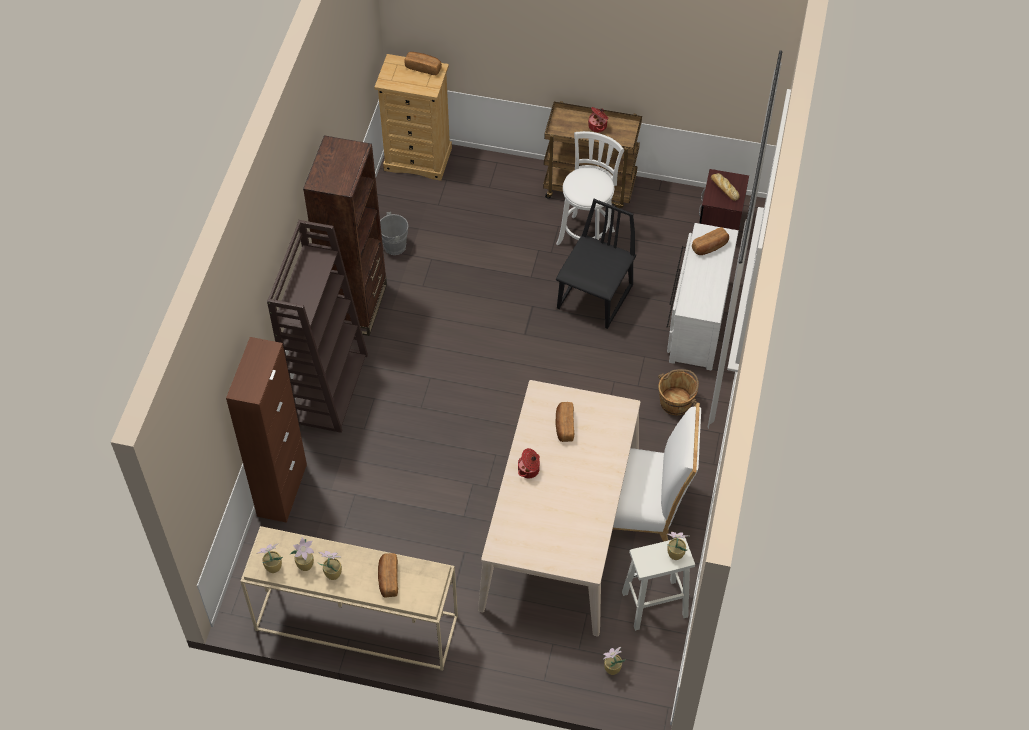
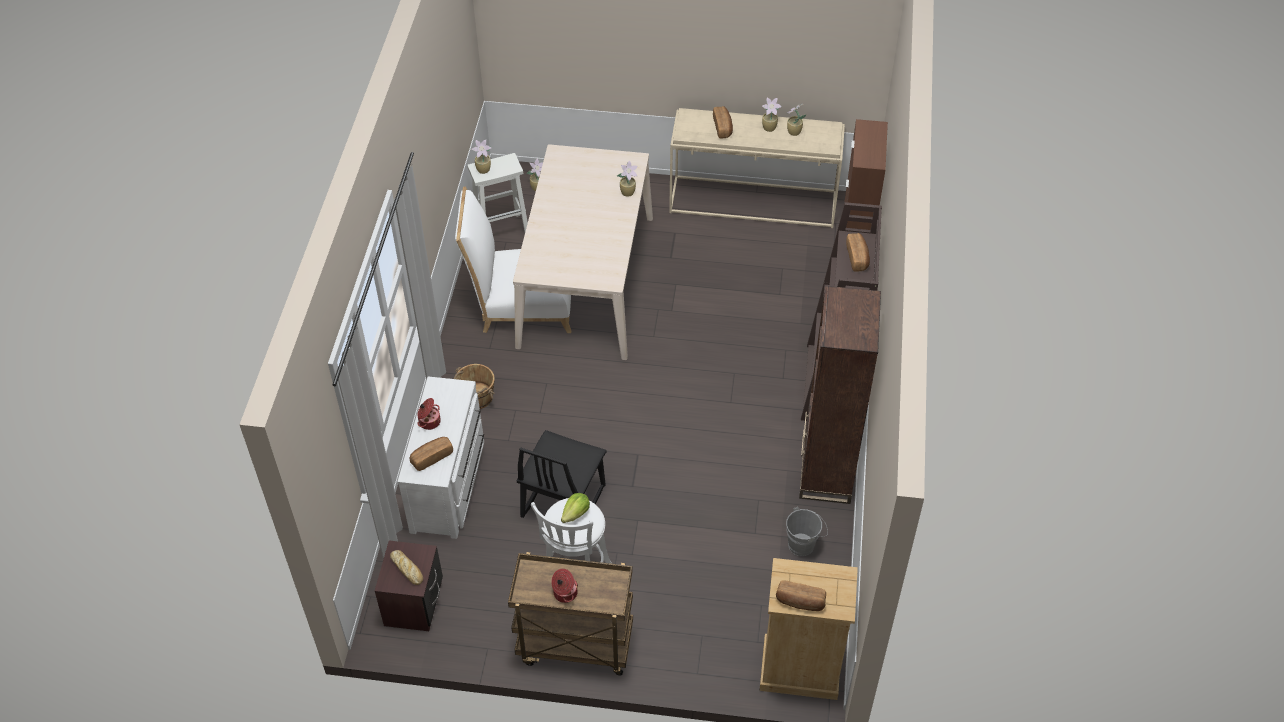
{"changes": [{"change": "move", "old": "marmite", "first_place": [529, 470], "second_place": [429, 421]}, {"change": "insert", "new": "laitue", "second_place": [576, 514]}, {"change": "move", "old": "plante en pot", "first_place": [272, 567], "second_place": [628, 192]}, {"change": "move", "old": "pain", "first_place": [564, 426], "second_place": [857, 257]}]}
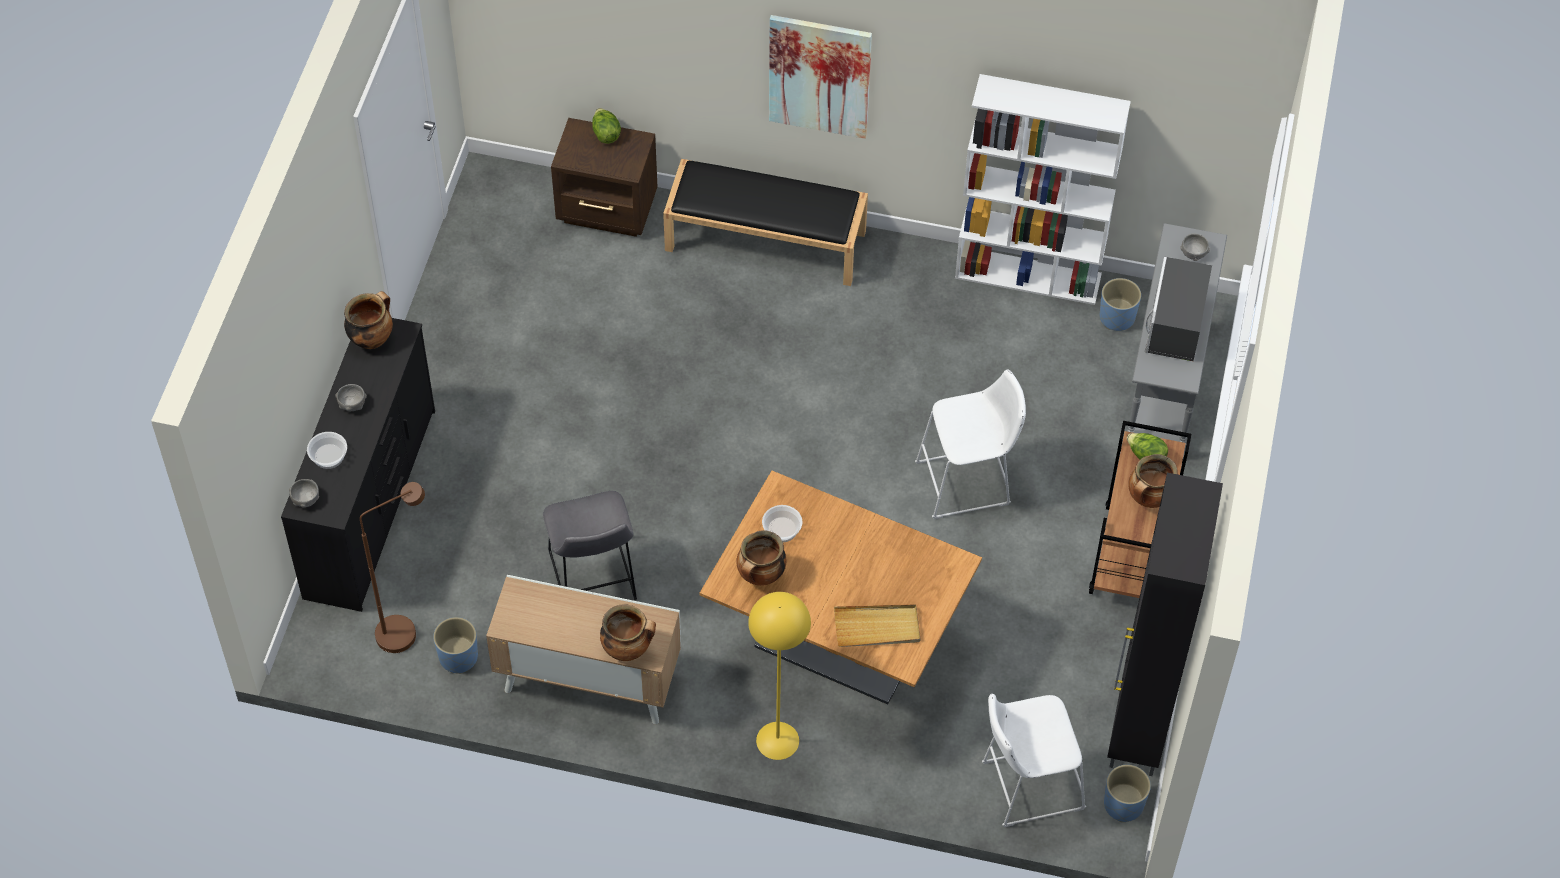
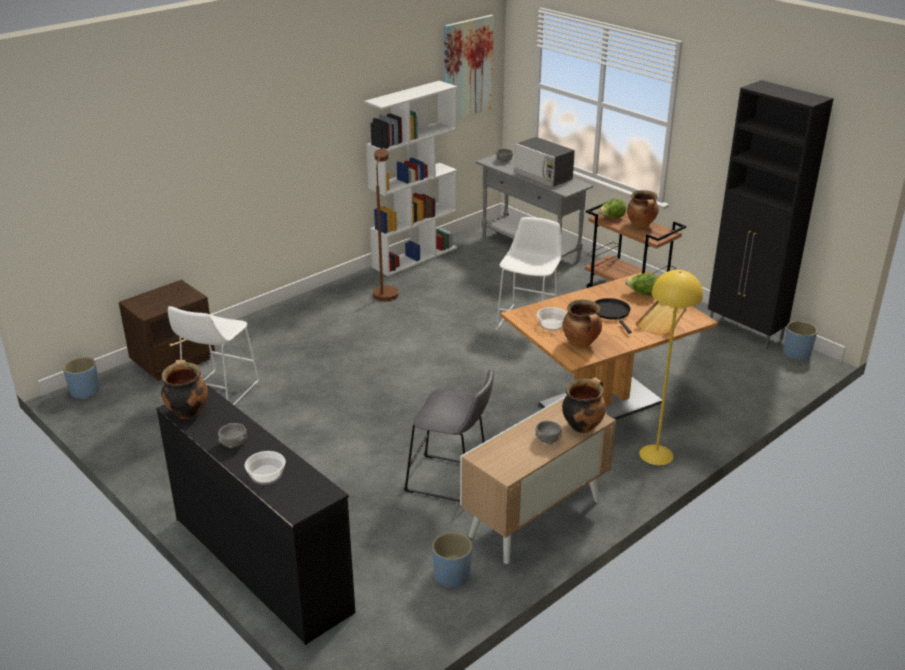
{"changes": [{"change": "move", "old": "cache-pot [bleu]", "first_place": [1117, 317], "second_place": [85, 391]}, {"change": "move", "old": "tabouret [blanc]", "first_place": [1027, 786], "second_place": [218, 393]}, {"change": "move", "old": "lampadaire [marron]", "first_place": [405, 629], "second_place": [385, 291]}, {"change": "move", "old": "tableau", "first_place": [819, 75], "second_place": [467, 68]}, {"change": "move", "old": "bol [gris]", "first_place": [305, 499], "second_place": [547, 440]}, {"change": "insert", "new": "poêle [noir]", "second_place": [612, 313]}, {"change": "move", "old": "laitue", "first_place": [606, 134], "second_place": [642, 293]}, {"change": "delete", "old": "banc [noir]", "first_place": [767, 240]}]}
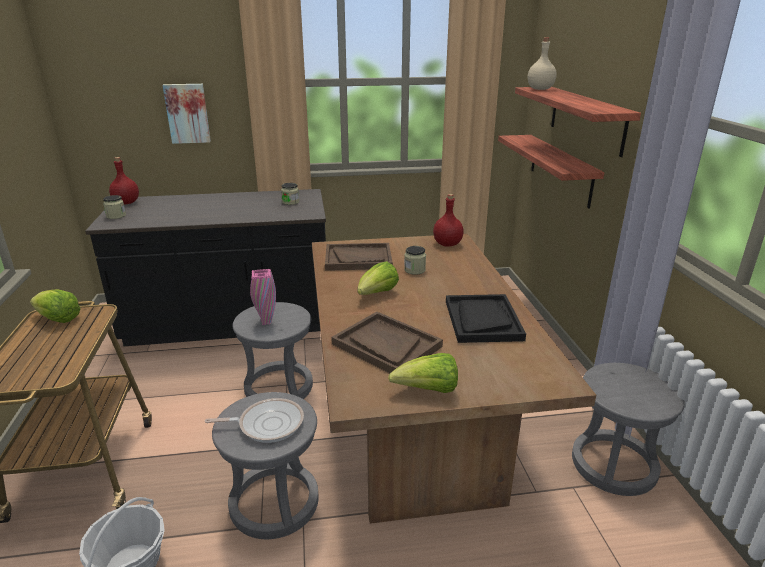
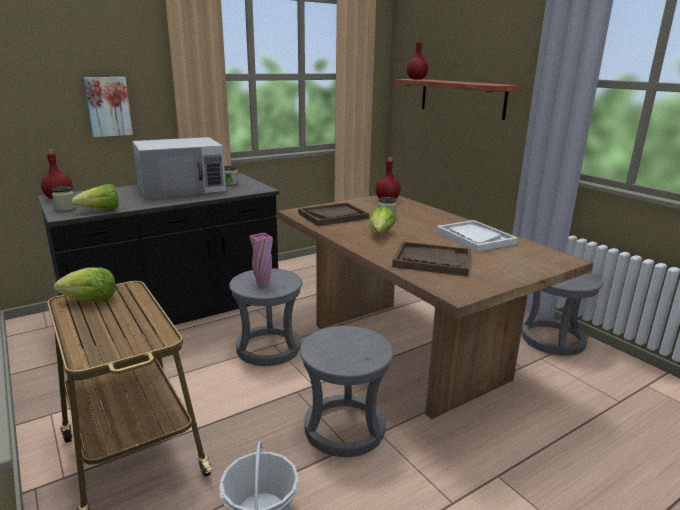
{"changes": [{"change": "move", "old": "laitue", "first_place": [428, 390], "second_place": [101, 210]}, {"change": "insert", "new": "micro-ondes [blanc]", "second_place": [182, 188]}, {"change": "recolor", "old": "bouteille [beige]", "new": "bouteille [rouge]", "first_place": [539, 89], "second_place": [416, 79]}, {"change": "recolor", "old": "plateau [noir]", "new": "plateau [blanc]", "first_place": [482, 320], "second_place": [474, 237]}, {"change": "delete", "old": "poêle", "first_place": [267, 424]}, {"change": "delete", "old": "étagère", "first_place": [560, 169]}]}
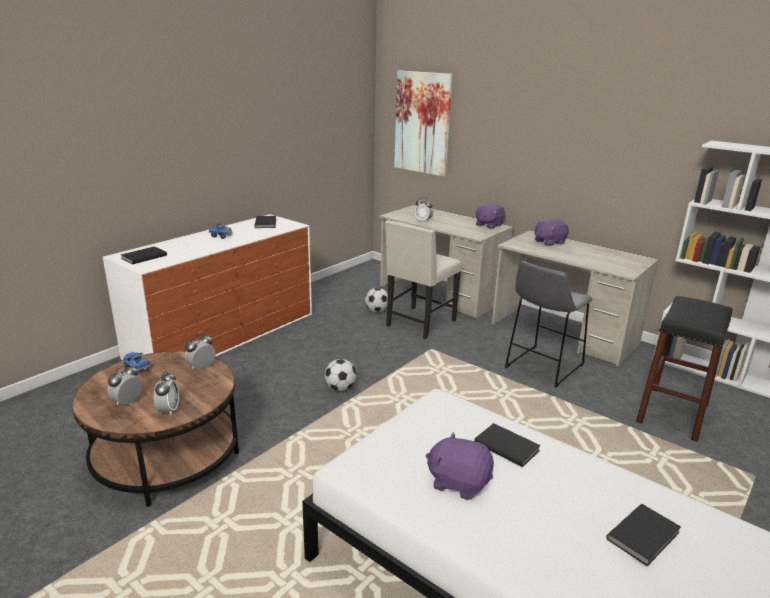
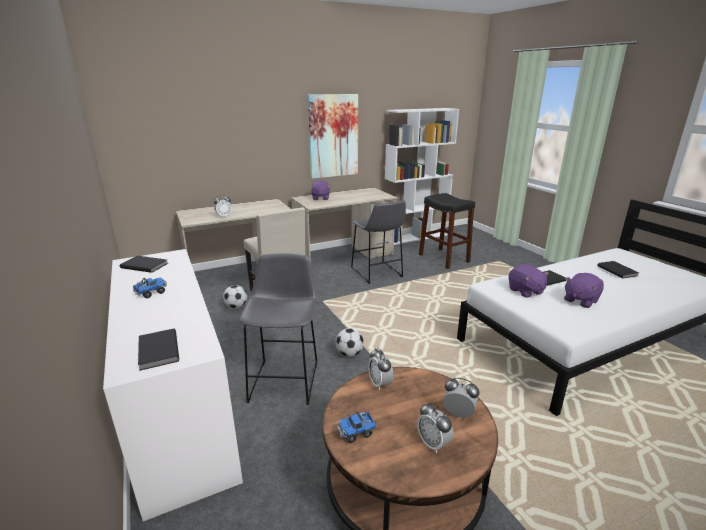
{"changes": [{"change": "insert", "new": "tabouret [gris]", "second_place": [286, 378]}, {"change": "move", "old": "tableau", "first_place": [422, 123], "second_place": [333, 136]}, {"change": "move", "old": "peluche [violet]", "first_place": [488, 225], "second_place": [525, 291]}]}
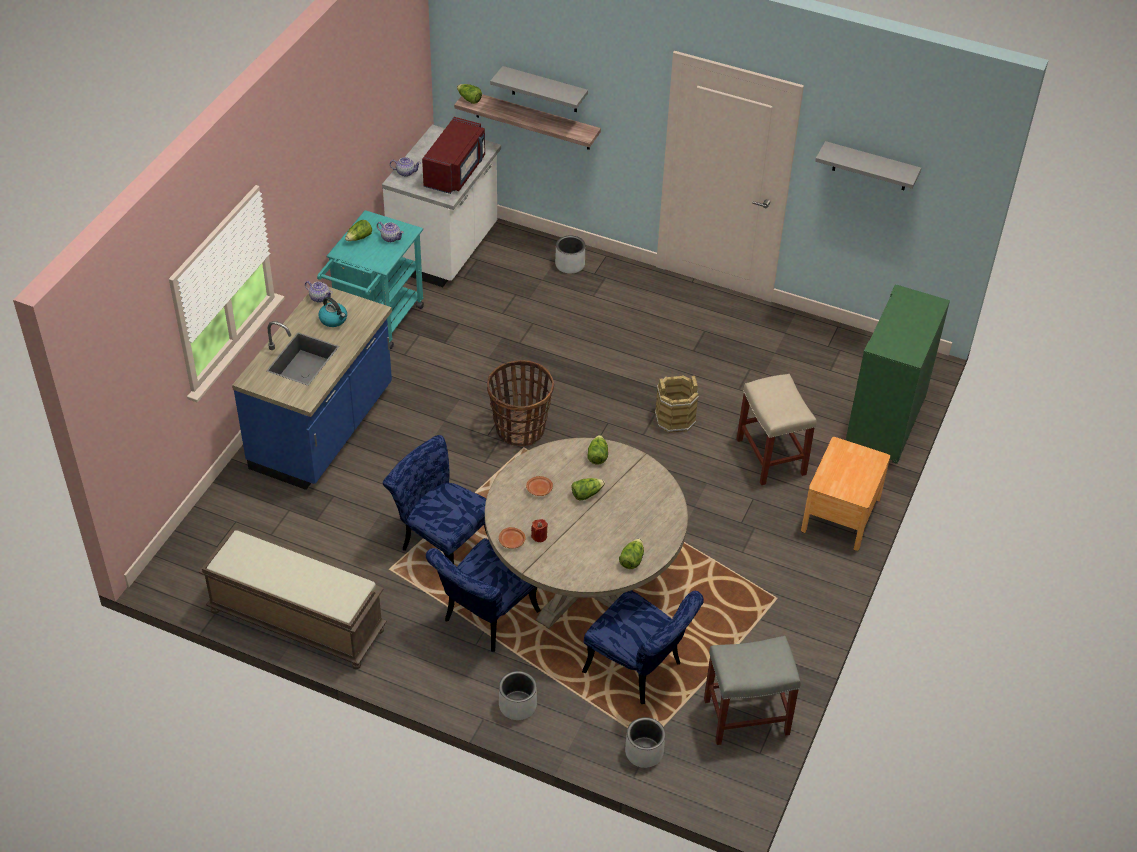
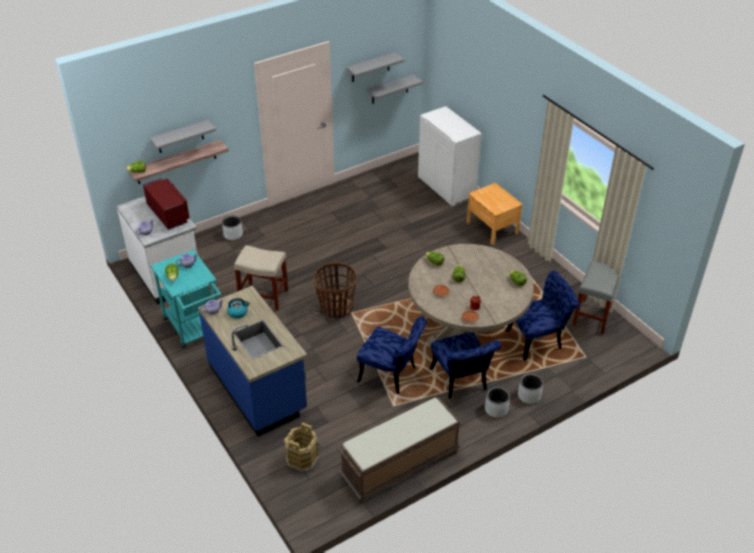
{"changes": [{"change": "move", "old": "tabouret [beige]", "first_place": [771, 457], "second_place": [264, 296]}, {"change": "move", "old": "seau [marron]", "first_place": [674, 418], "second_place": [302, 459]}, {"change": "rotate", "old": "chaise [bleu]", "first_place": [441, 543], "second_place": [392, 375], "degrees": -135}, {"change": "insert", "new": "étagère [gris]", "second_place": [390, 89]}, {"change": "recolor", "old": "meuble de rangement [vert]", "new": "meuble de rangement [blanc]", "first_place": [886, 421], "second_place": [447, 186]}, {"change": "move", "old": "cache-pot [gris]", "first_place": [644, 752], "second_place": [496, 409]}]}
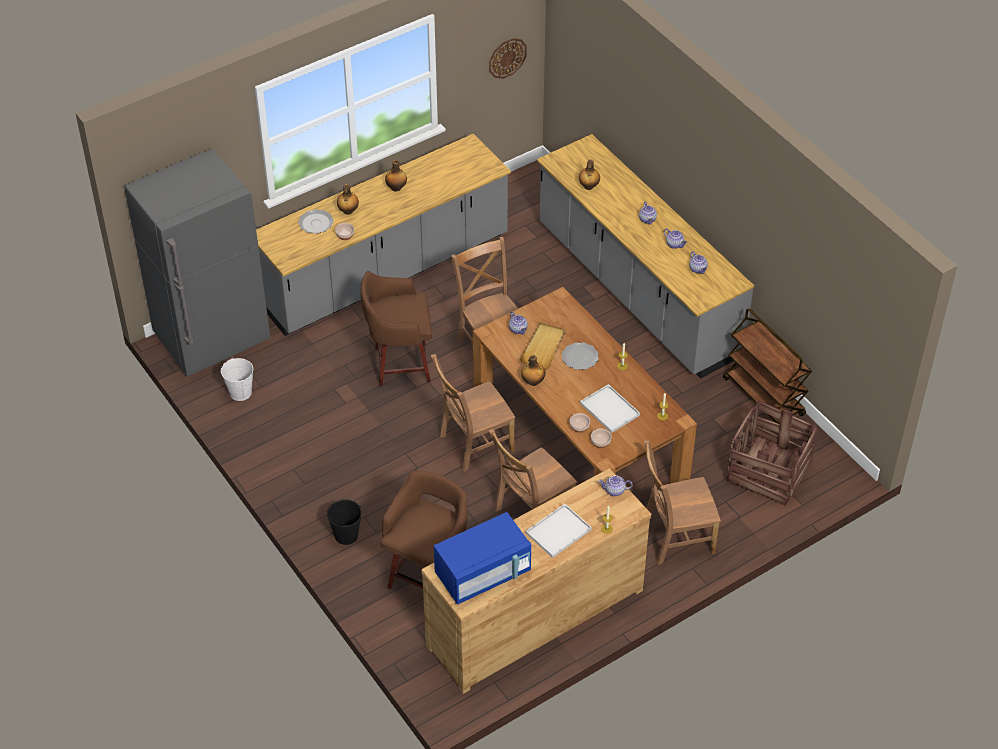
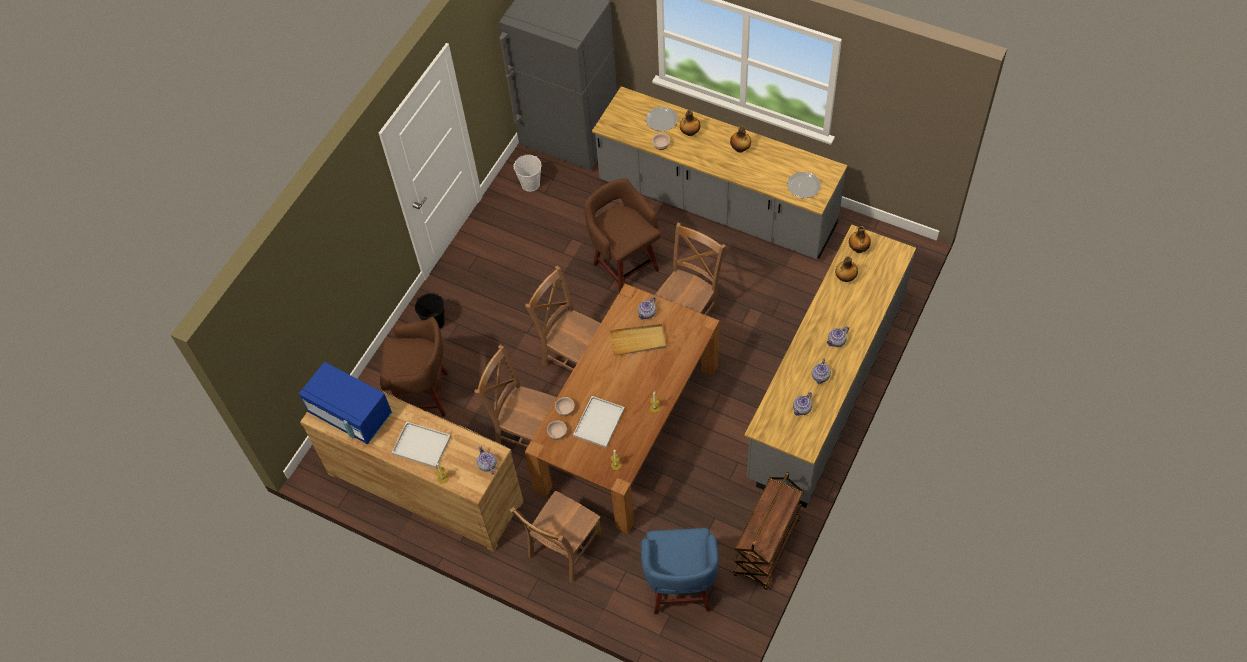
{"changes": [{"change": "rotate", "old": "chaise [marron]", "first_place": [675, 537], "second_place": [563, 549], "degrees": -105}, {"change": "replace", "old": "caisse", "new": "tabouret [bleu]", "first_place": [768, 472], "second_place": [680, 590]}, {"change": "move", "old": "assiette", "first_place": [580, 357], "second_place": [804, 186]}, {"change": "move", "old": "bouteille", "first_place": [533, 382], "second_place": [858, 248]}, {"change": "delete", "old": "horloge murale", "first_place": [507, 58]}]}
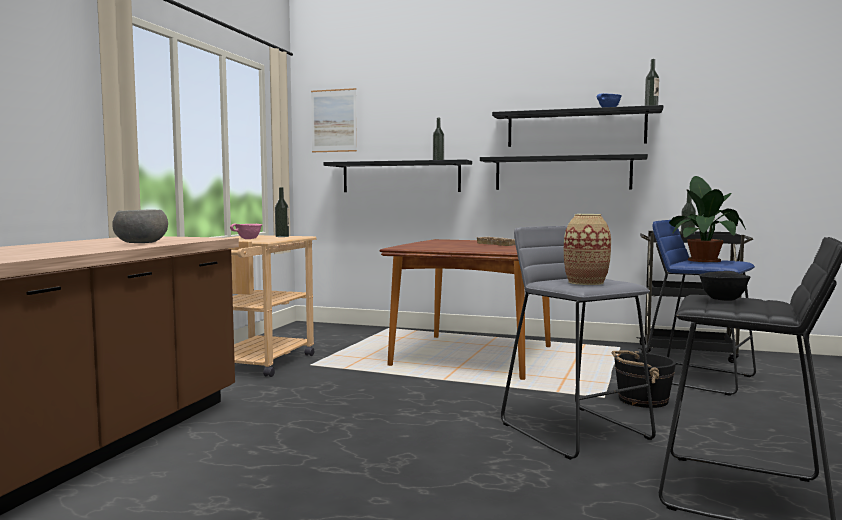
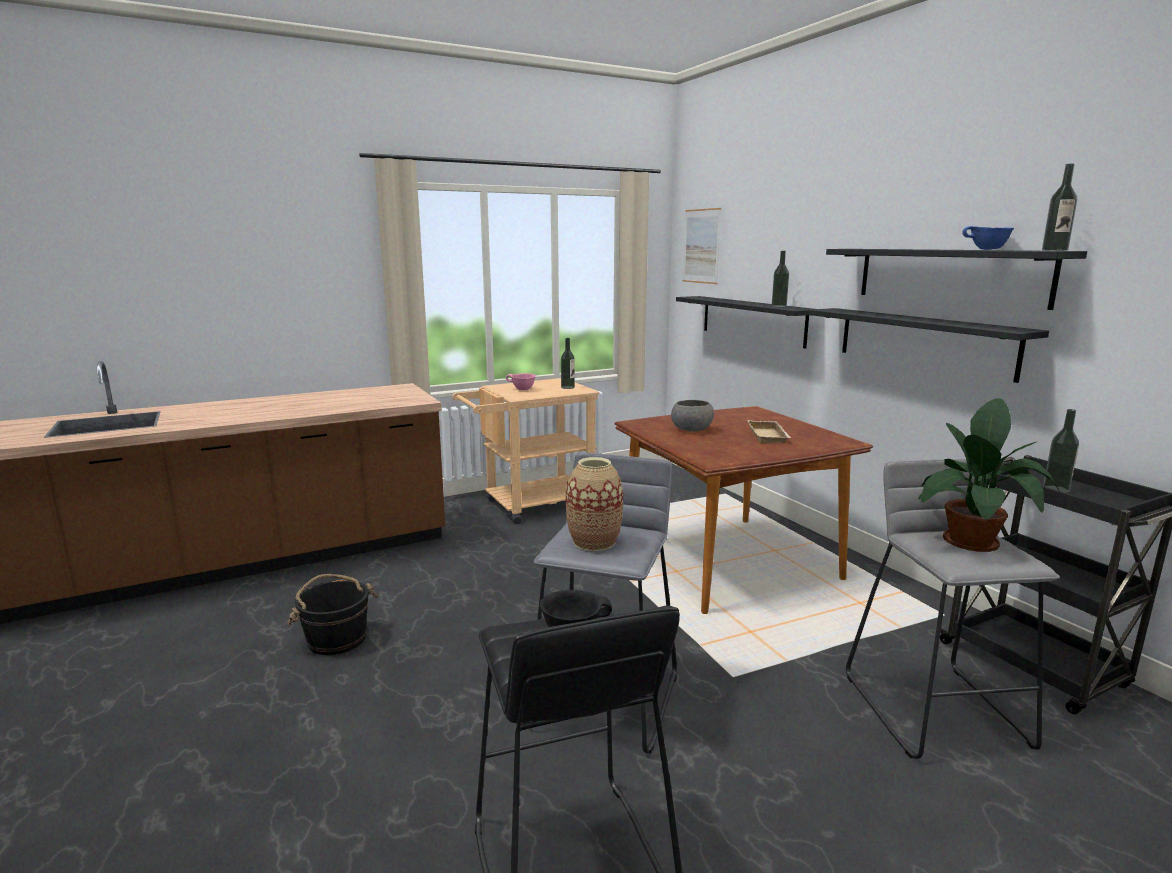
{"changes": [{"change": "move", "old": "seau [noir]", "first_place": [641, 400], "second_place": [336, 639]}, {"change": "move", "old": "bol [gris]", "first_place": [141, 243], "second_place": [691, 429]}, {"change": "recolor", "old": "tabouret [bleu]", "new": "tabouret [gris]", "first_place": [697, 378], "second_place": [935, 709]}]}
